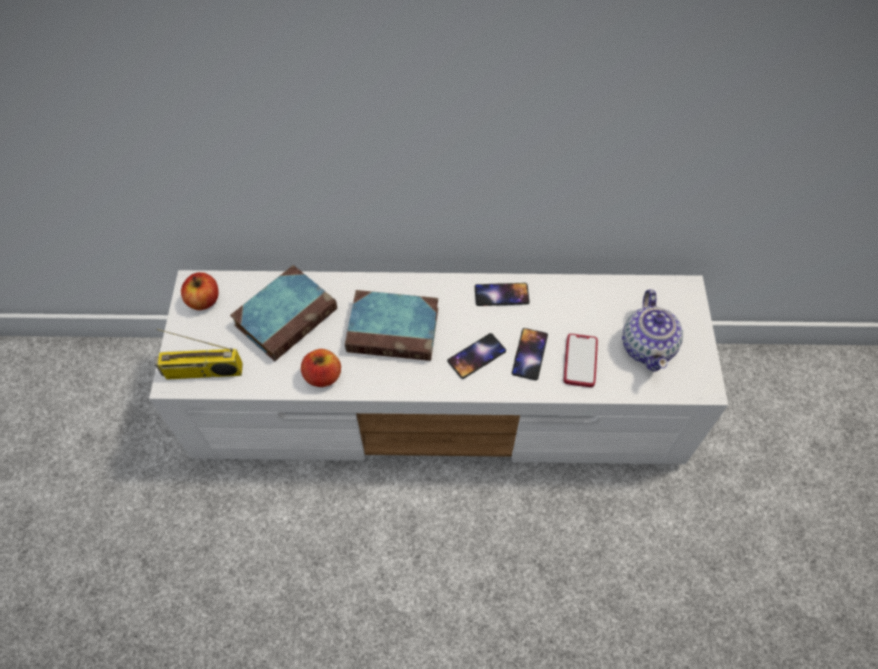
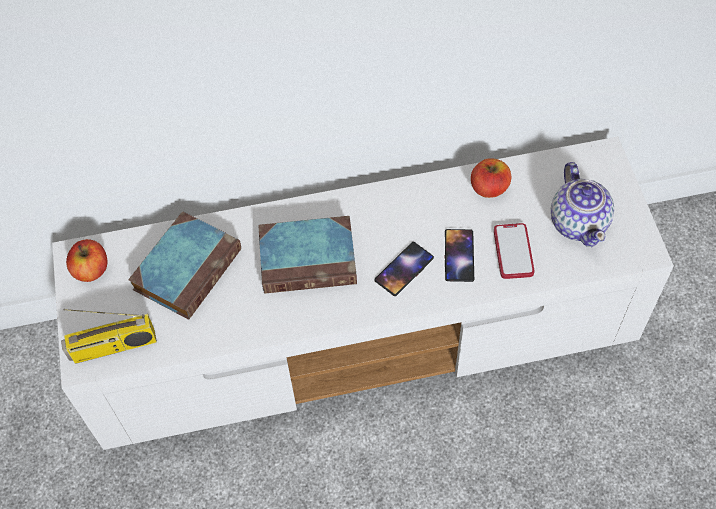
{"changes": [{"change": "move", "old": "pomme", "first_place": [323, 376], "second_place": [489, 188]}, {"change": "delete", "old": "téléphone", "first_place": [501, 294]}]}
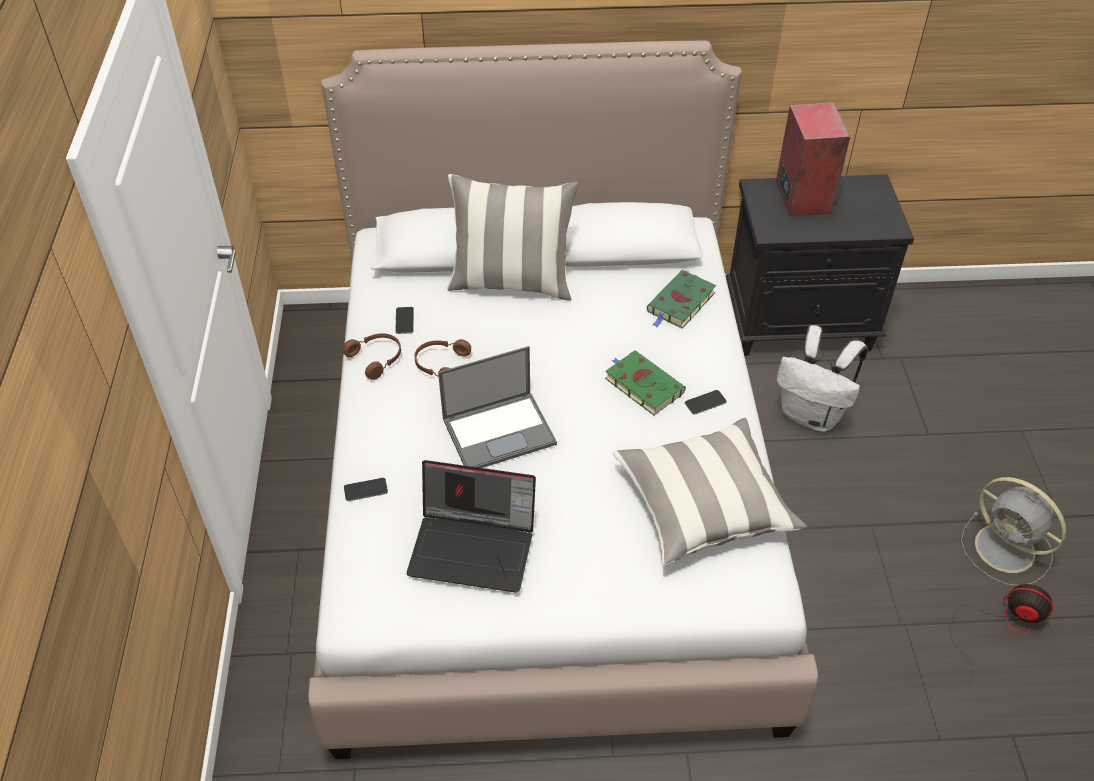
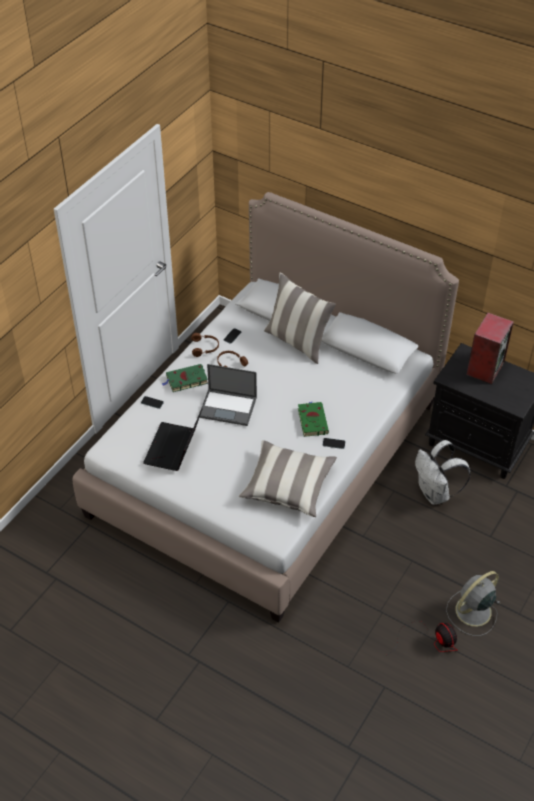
{"changes": [{"change": "rotate", "old": "ordinateur portable", "first_place": [474, 547], "second_place": [174, 449], "degrees": 60}, {"change": "move", "old": "livre [vert]", "first_place": [680, 304], "second_place": [185, 380]}, {"change": "rotate", "old": "ventilateur [gris]", "first_place": [1007, 550], "second_place": [472, 612], "degrees": 60}]}
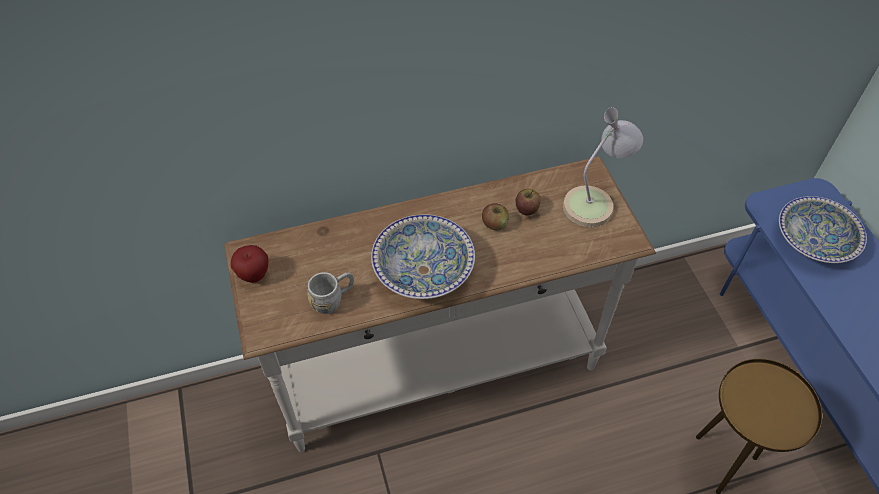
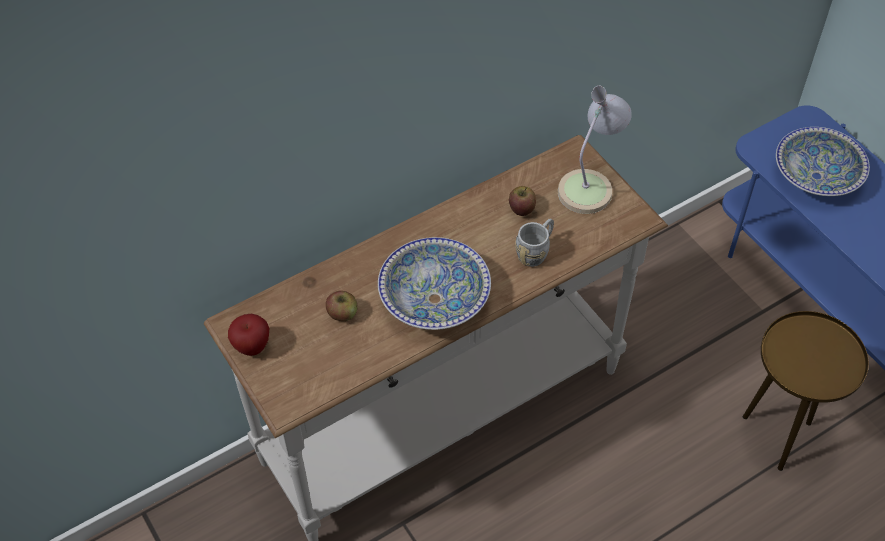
{"changes": [{"change": "move", "old": "pomme", "first_place": [494, 224], "second_place": [342, 313]}, {"change": "move", "old": "mug [gris]", "first_place": [333, 300], "second_place": [536, 251]}]}
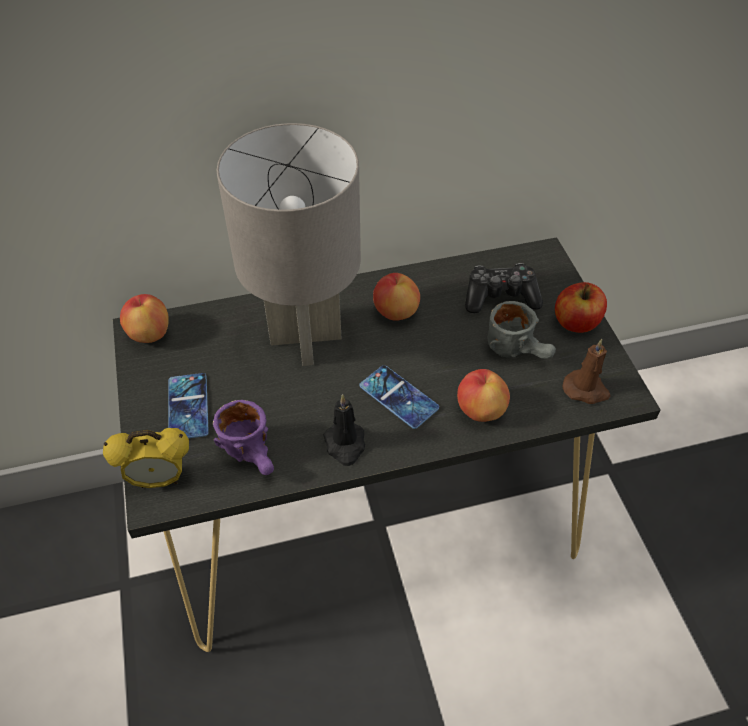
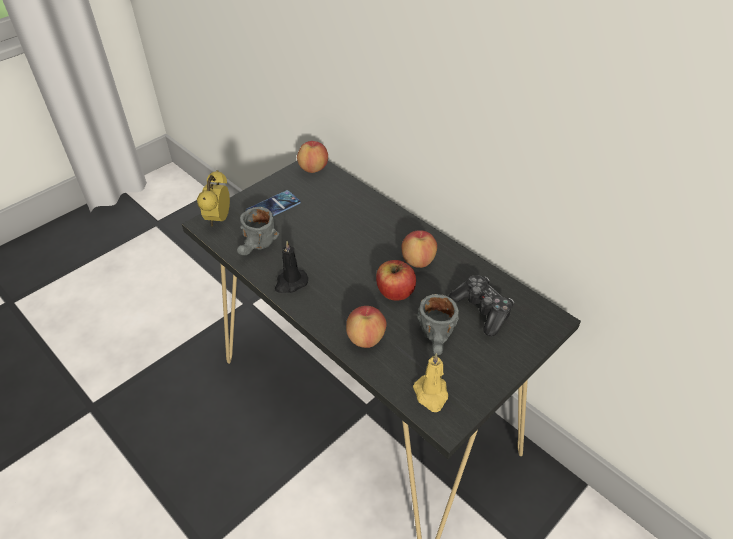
{"changes": [{"change": "rotate", "old": "réveil", "first_place": [159, 479], "second_place": [218, 219], "degrees": 45}, {"change": "recolor", "old": "mug [violet]", "new": "mug [gris]", "first_place": [255, 455], "second_place": [257, 248]}, {"change": "move", "old": "pomme", "first_place": [576, 322], "second_place": [395, 292]}, {"change": "recolor", "old": "bougie [marron]", "new": "bougie [jaune]", "first_place": [586, 389], "second_place": [431, 394]}, {"change": "delete", "old": "lampe de table [gris]", "first_place": [306, 337]}, {"change": "delete", "old": "téléphone", "first_place": [398, 397]}]}
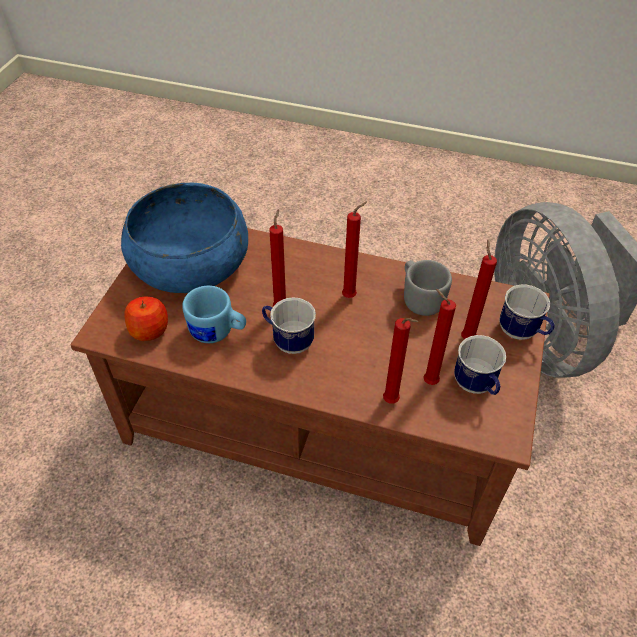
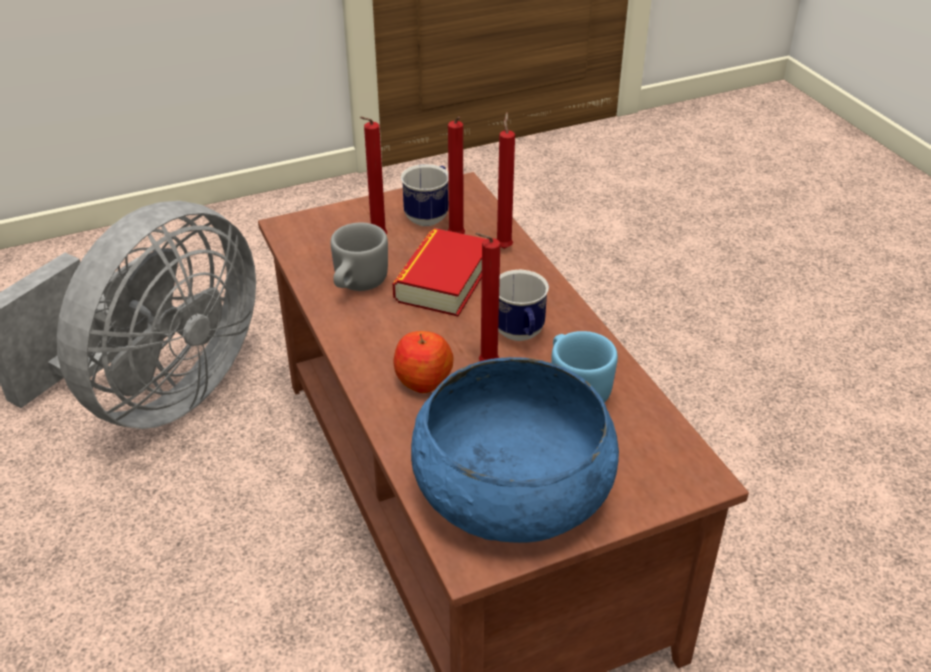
{"changes": [{"change": "insert", "new": "livre", "second_place": [443, 281]}, {"change": "move", "old": "pomme", "first_place": [149, 330], "second_place": [423, 380]}, {"change": "delete", "old": "bougie [rouge]", "first_place": [351, 296]}, {"change": "delete", "old": "mug", "first_place": [522, 333]}]}
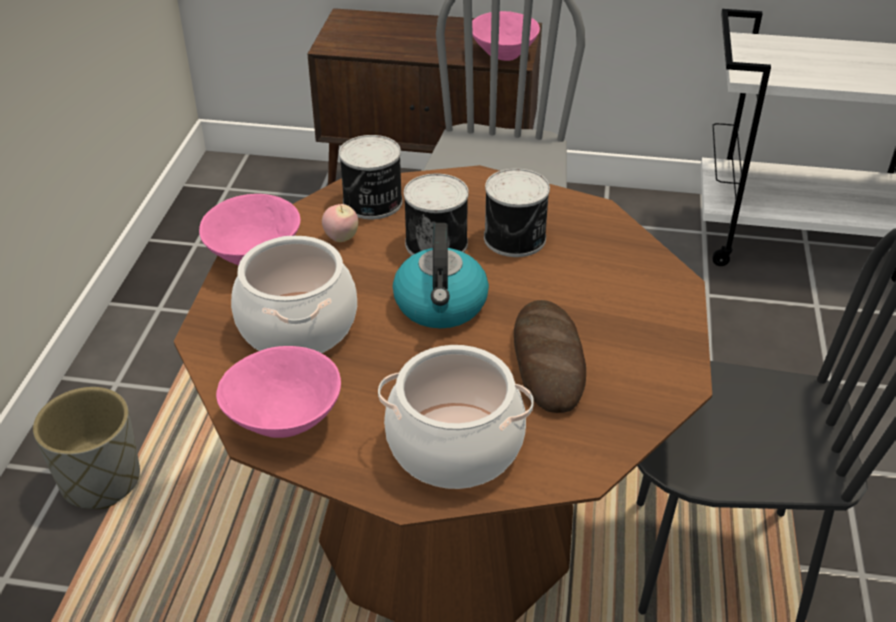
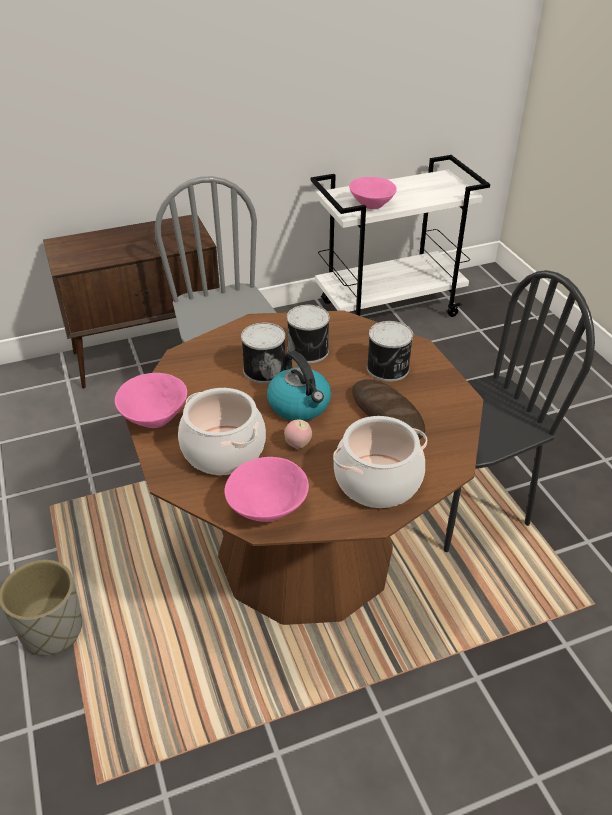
{"changes": [{"change": "move", "old": "pomme", "first_place": [341, 238], "second_place": [298, 444]}, {"change": "move", "old": "bol [rose]", "first_place": [503, 55], "second_place": [372, 205]}, {"change": "move", "old": "boîte métallique", "first_place": [372, 203], "second_place": [388, 369]}]}
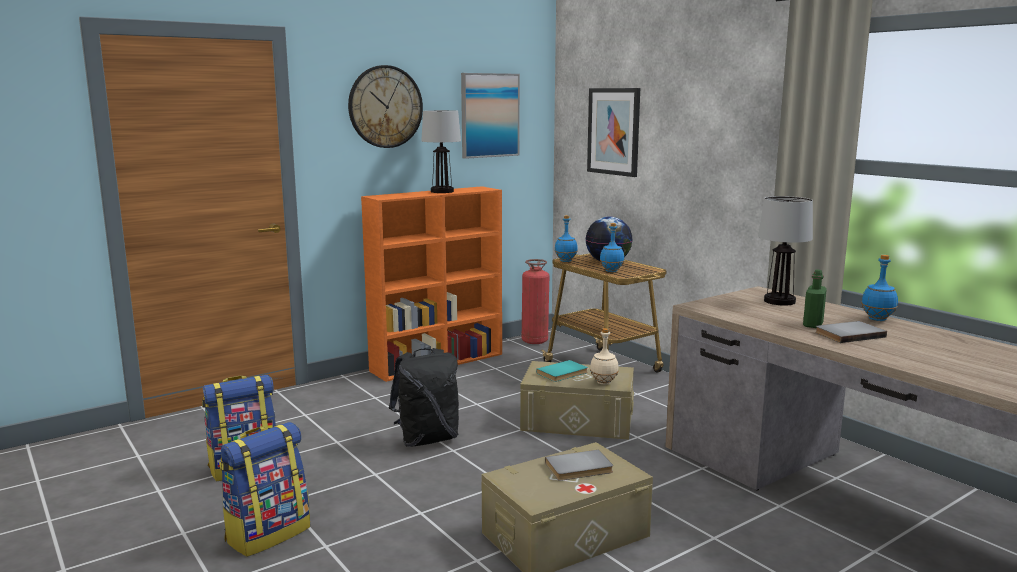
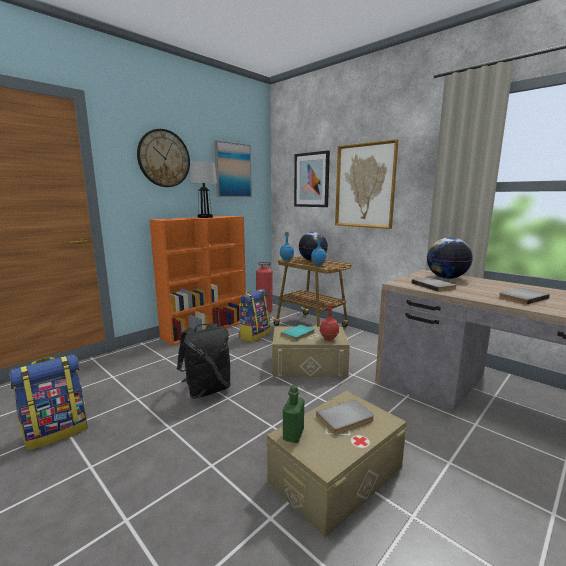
{"changes": [{"change": "move", "old": "sac à dos", "first_place": [268, 533], "second_place": [254, 335]}, {"change": "move", "old": "bouteille [vert]", "first_place": [813, 324], "second_place": [293, 435]}, {"change": "recolor", "old": "bouteille [beige]", "new": "bouteille [rouge]", "first_place": [603, 382], "second_place": [328, 339]}, {"change": "insert", "new": "tableau", "second_place": [365, 186]}, {"change": "insert", "new": "livre [gris]", "second_place": [434, 286]}, {"change": "replace", "old": "lampe de table", "new": "globe", "first_place": [779, 301], "second_place": [446, 278]}, {"change": "delete", "old": "bouteille [bleu]", "first_place": [878, 319]}]}
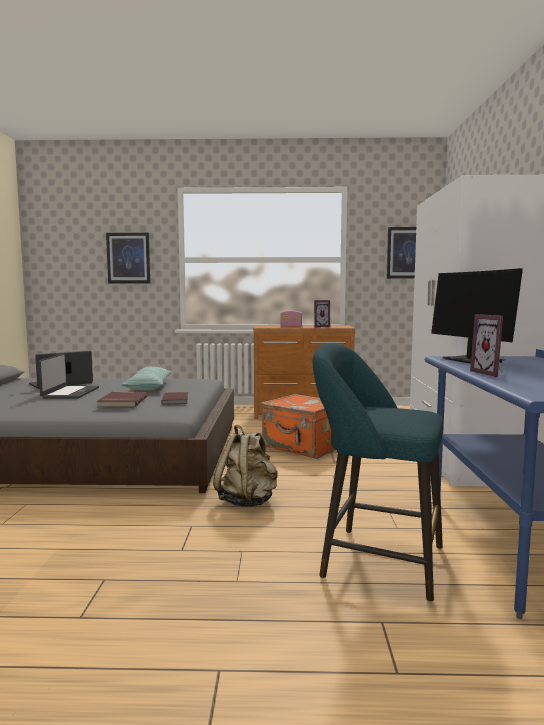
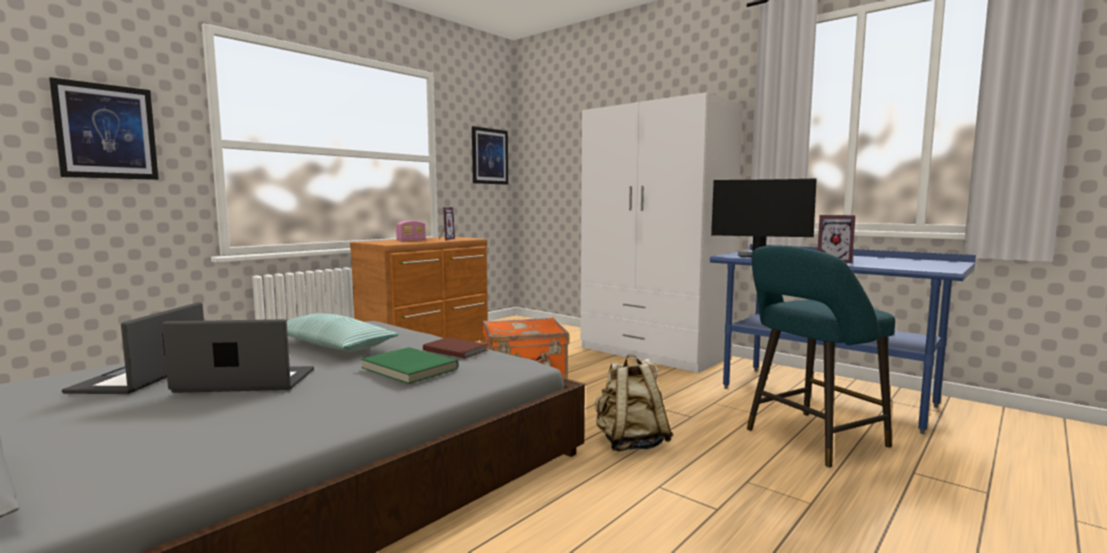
{"changes": [{"change": "rotate", "old": "ordinateur portable", "first_place": [70, 393], "second_place": [245, 382], "degrees": -45}, {"change": "recolor", "old": "livre [rouge]", "new": "livre [vert]", "first_place": [122, 402], "second_place": [408, 369]}]}
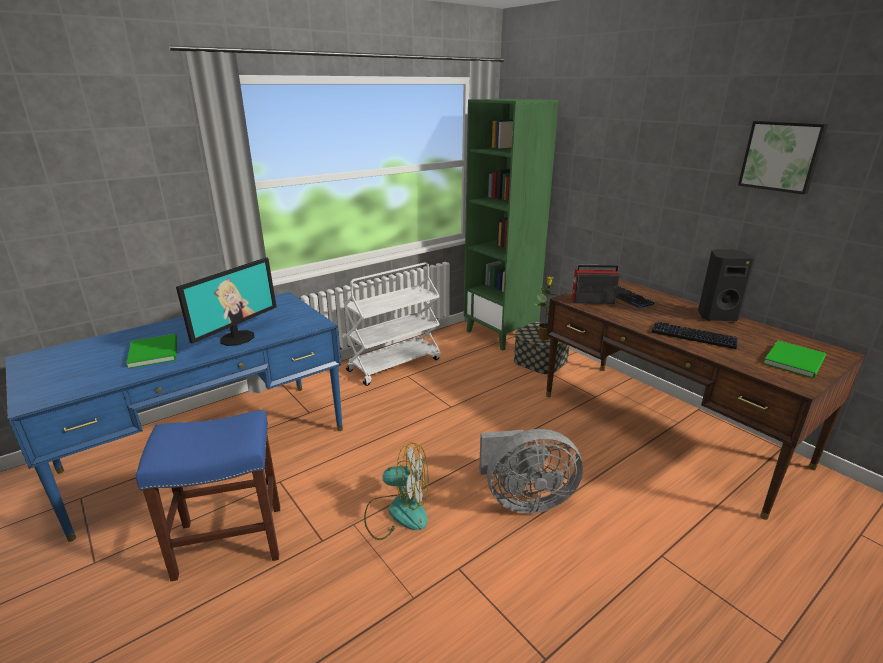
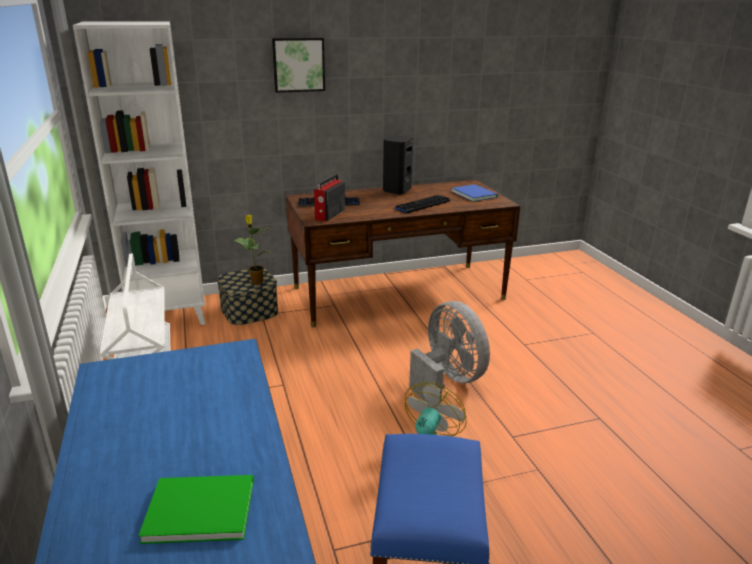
{"changes": [{"change": "recolor", "old": "bibliothèque [vert]", "new": "bibliothèque [blanc]", "first_place": [501, 334], "second_place": [170, 315]}, {"change": "move", "old": "tableau", "first_place": [781, 156], "second_place": [298, 64]}, {"change": "rotate", "old": "ventilateur [gris]", "first_place": [524, 500], "second_place": [448, 381], "degrees": -45}, {"change": "recolor", "old": "livre [vert]", "new": "livre [bleu]", "first_place": [796, 360], "second_place": [474, 194]}, {"change": "delete", "old": "écran d'ordinateur", "first_place": [237, 338]}]}
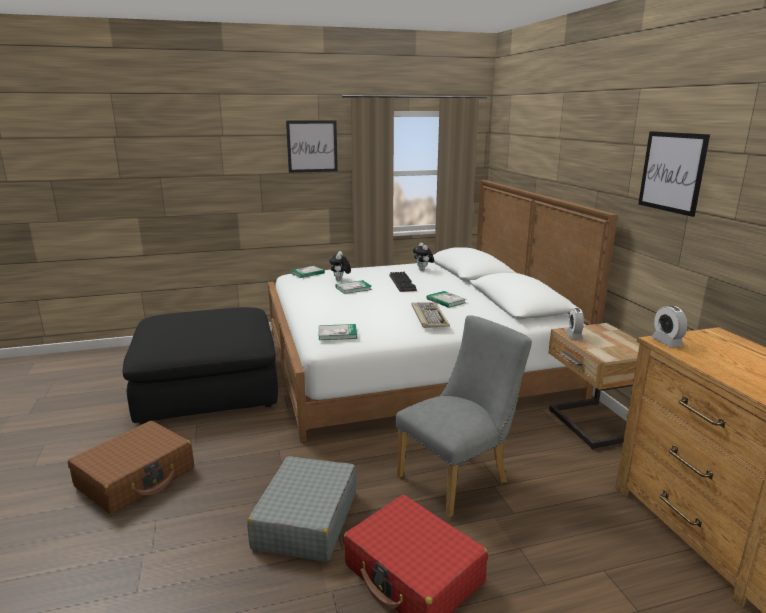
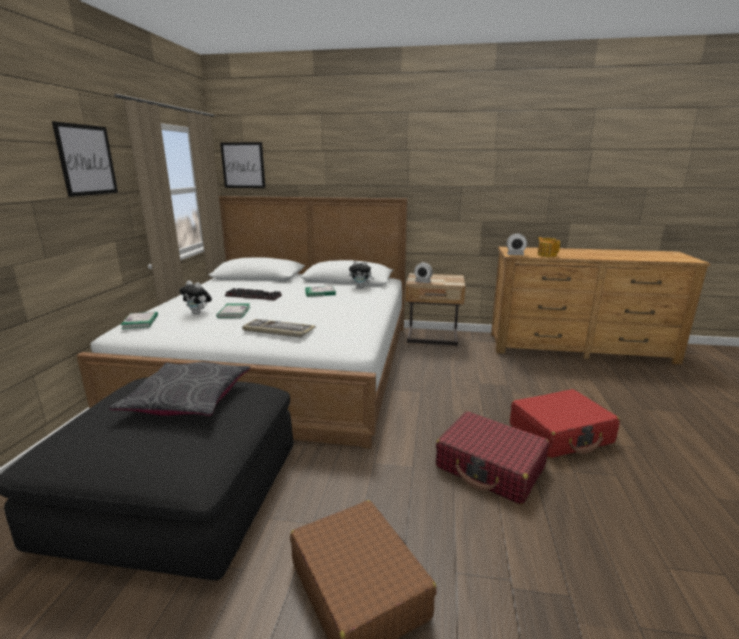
{"changes": [{"change": "insert", "new": "coussin [gris]", "second_place": [187, 399]}, {"change": "move", "old": "tableau", "first_place": [672, 172], "second_place": [243, 165]}, {"change": "move", "old": "clavier", "first_place": [428, 316], "second_place": [277, 330]}, {"change": "move", "old": "peluche", "first_place": [423, 270], "second_place": [361, 287]}, {"change": "recolor", "old": "valise [gris]", "new": "valise [rouge]", "first_place": [306, 520], "second_place": [490, 467]}, {"change": "insert", "new": "théière", "second_place": [546, 255]}, {"change": "delete", "old": "livre", "first_place": [337, 334]}, {"change": "delete", "old": "chaise [gris]", "first_place": [459, 477]}]}
